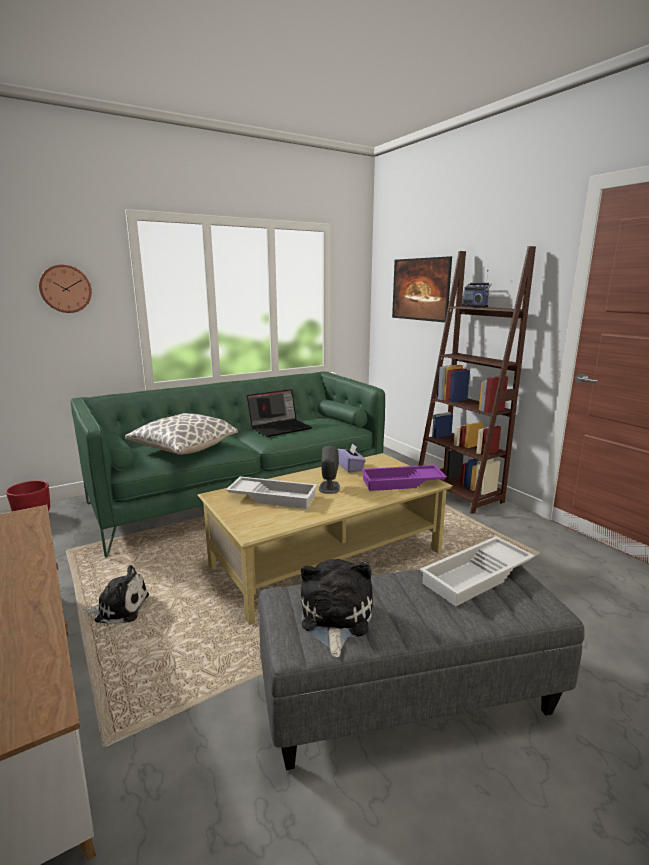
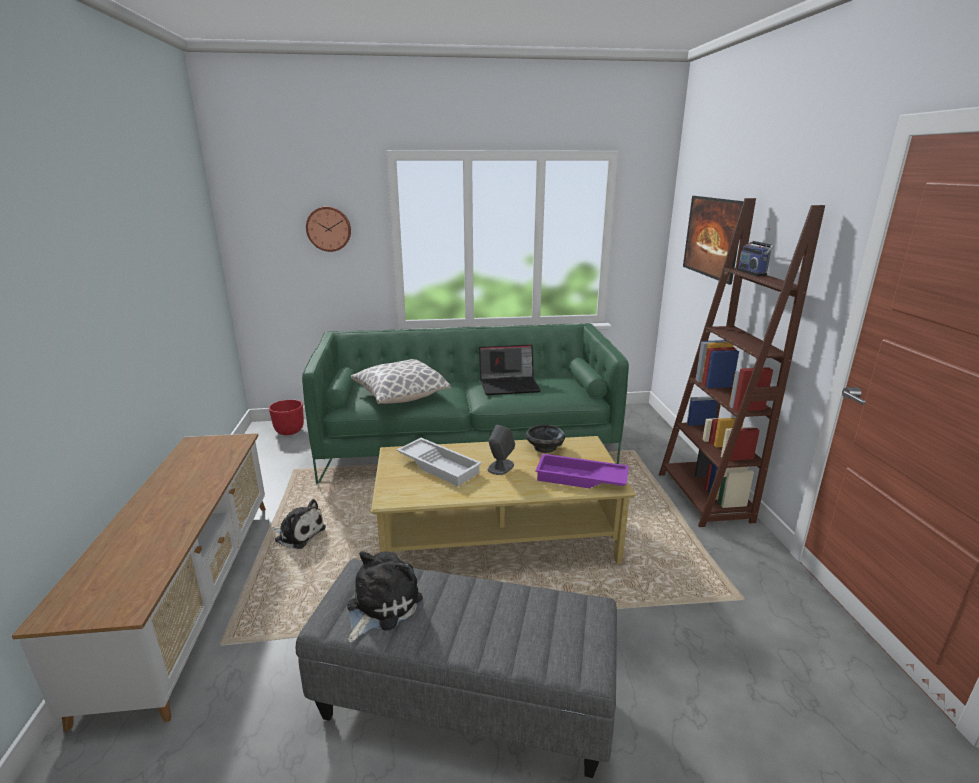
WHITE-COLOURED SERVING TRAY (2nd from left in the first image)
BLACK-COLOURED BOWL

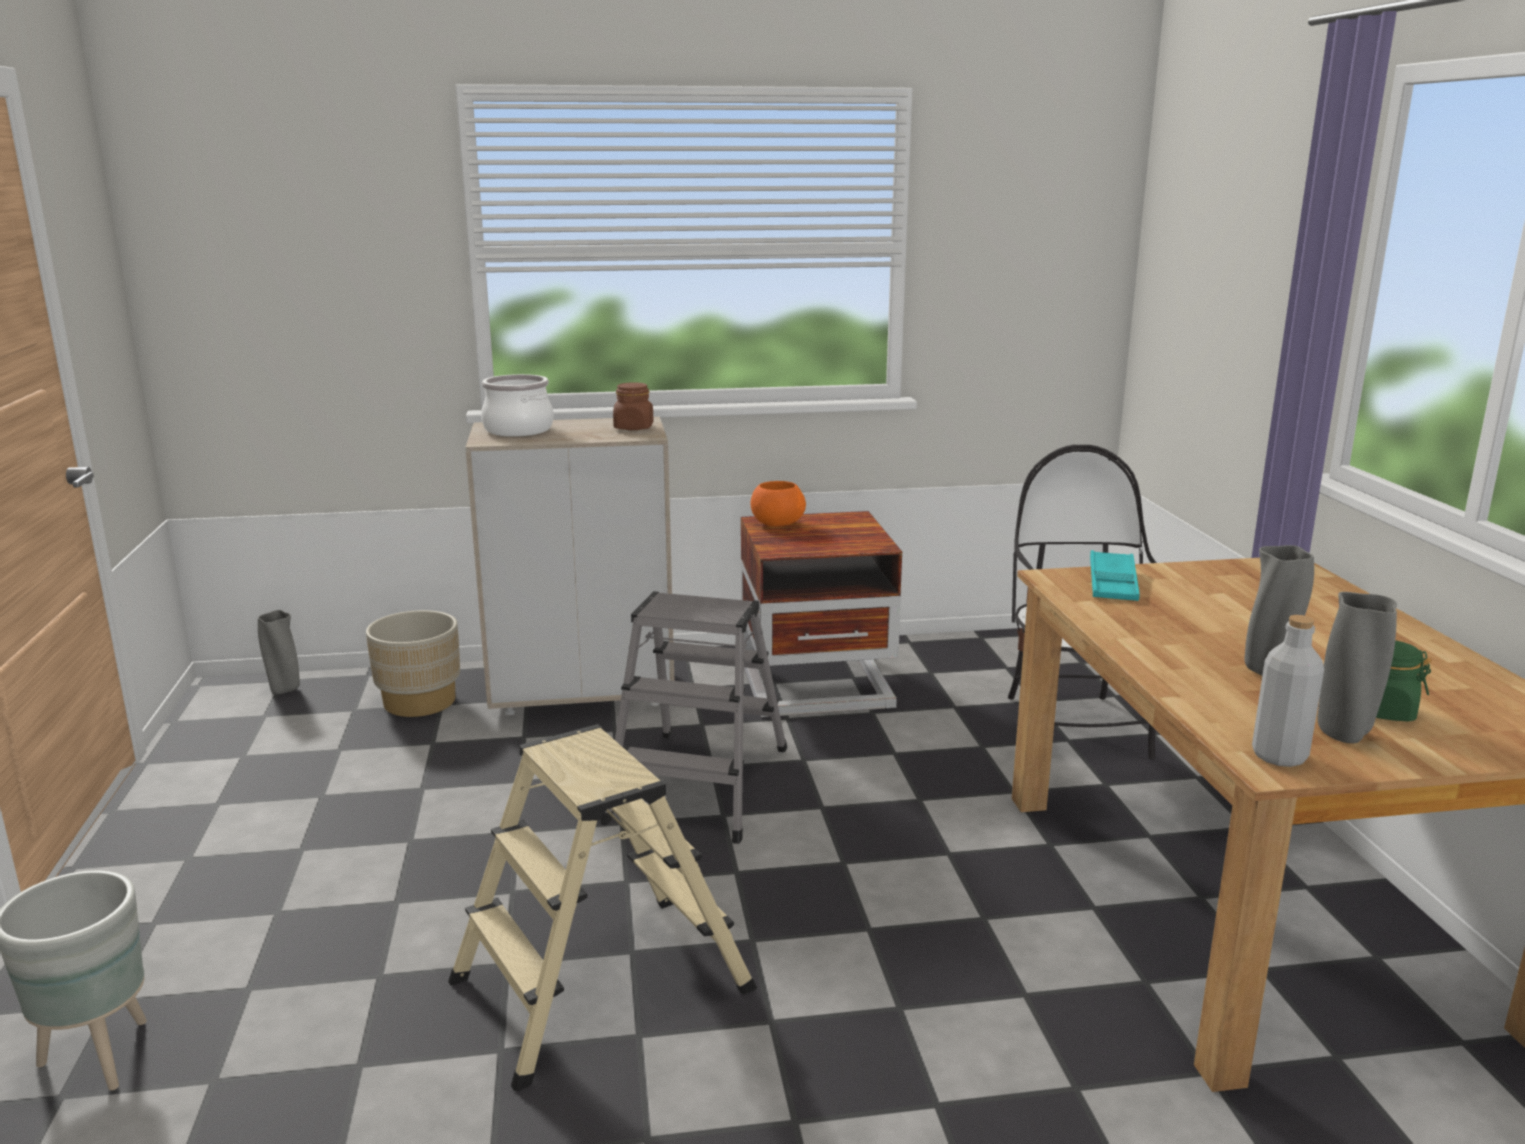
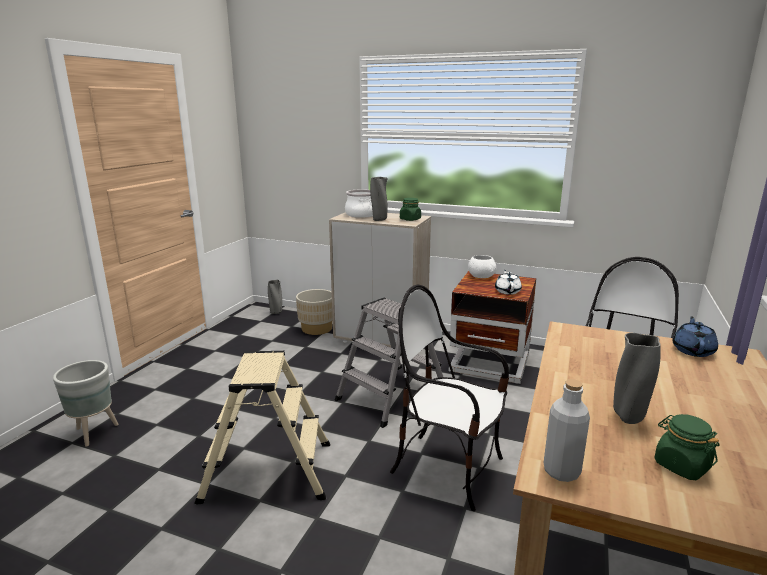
BLUE-GREEN SERVING TRAY
UPRIGHT CHAIR (1st from left)
WHITE-COLOURED TEAPOT
BLUE TEAPOT
GRAY VASE (2nd from left)
GREEN-COLOURED JAR (1st from left)
WHITE-COLOURED BOWL

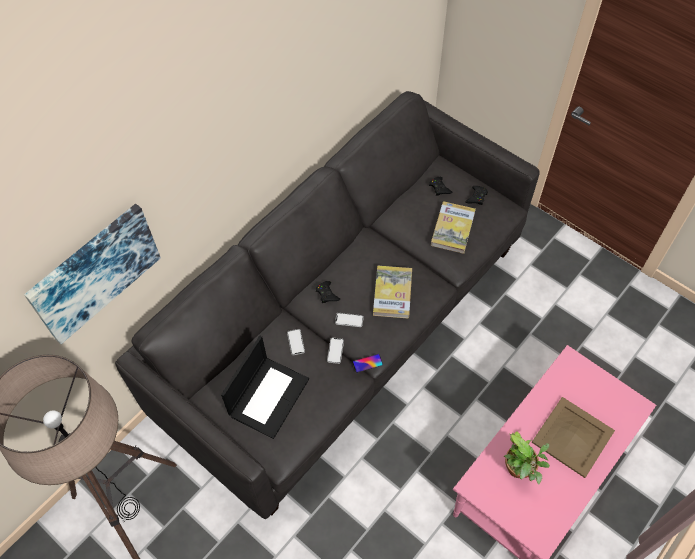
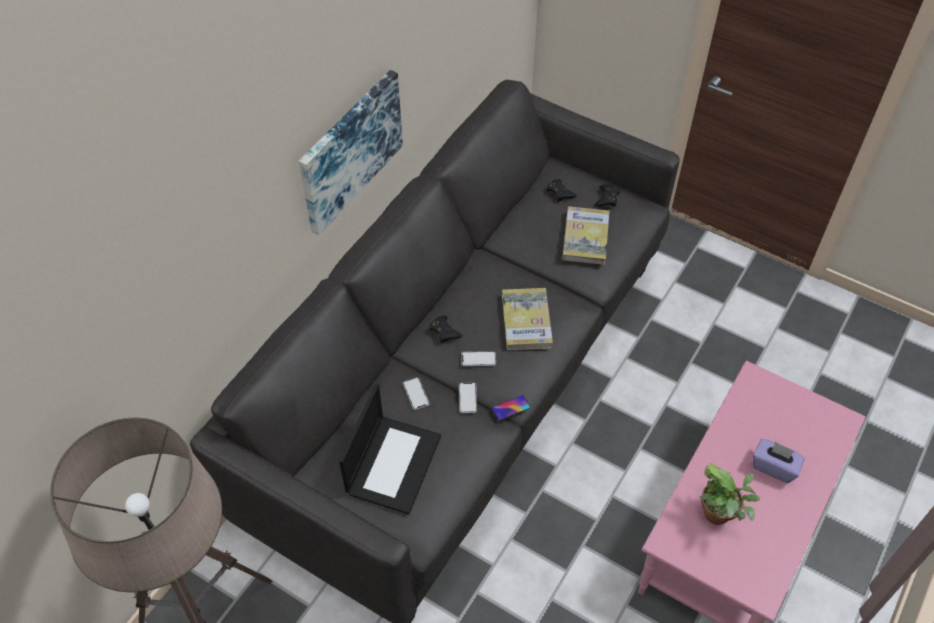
WALL ART
PURPLE-COLOURED TISSUE BOX

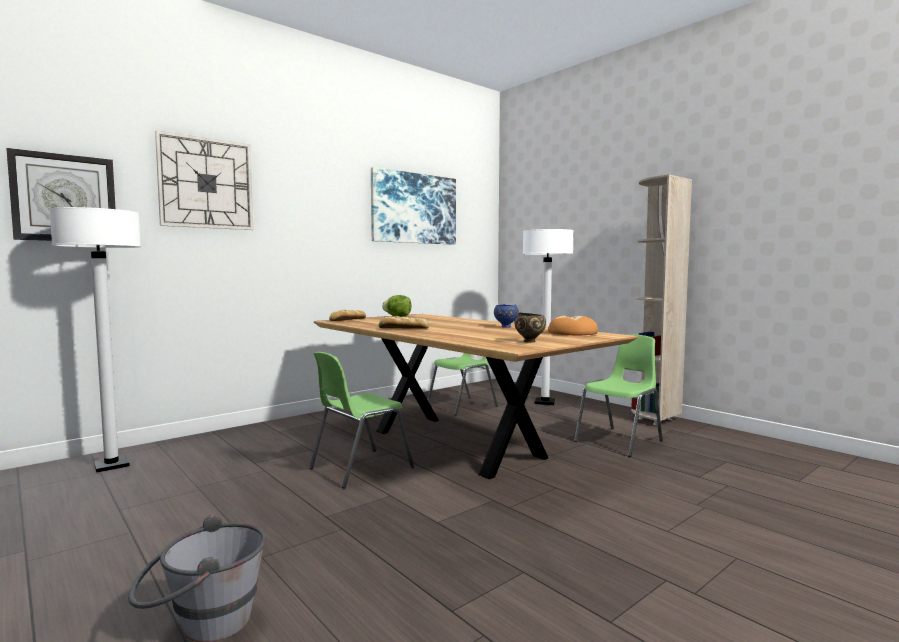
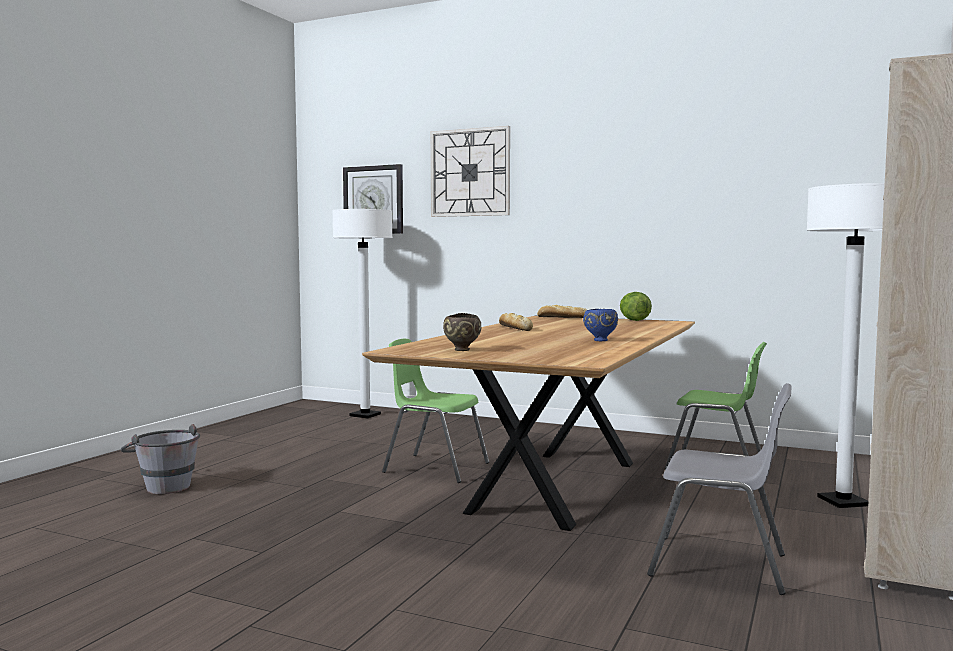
WALL ART
BREAD (3rd from left in the first image)
GRAY UPRIGHT CHAIR

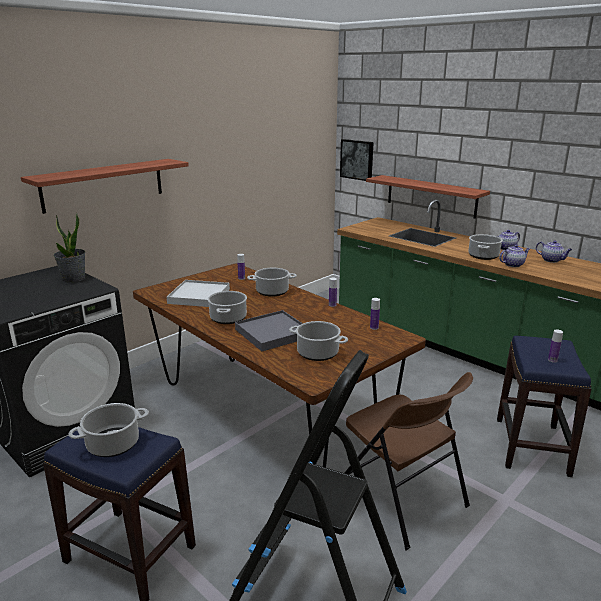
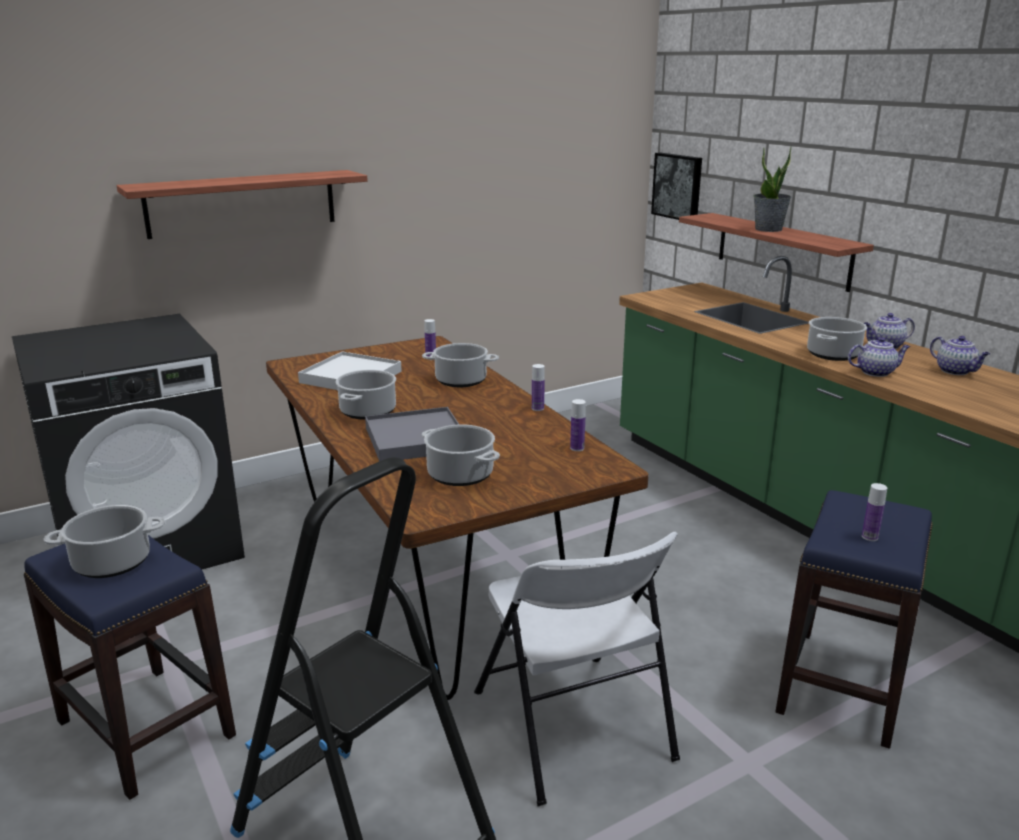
HOUSEPLANT
WHITE-COLOURED UPRIGHT CHAIR

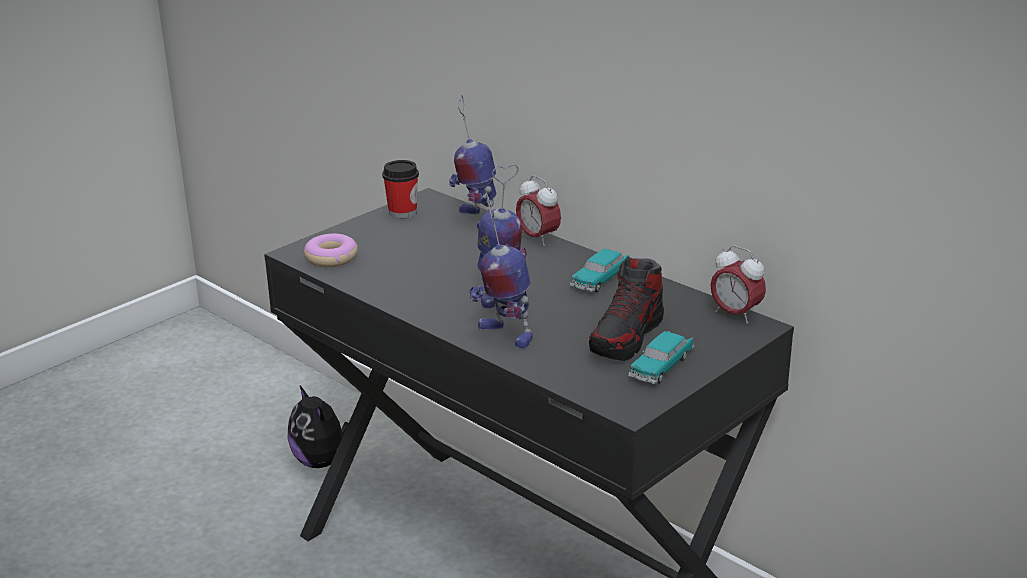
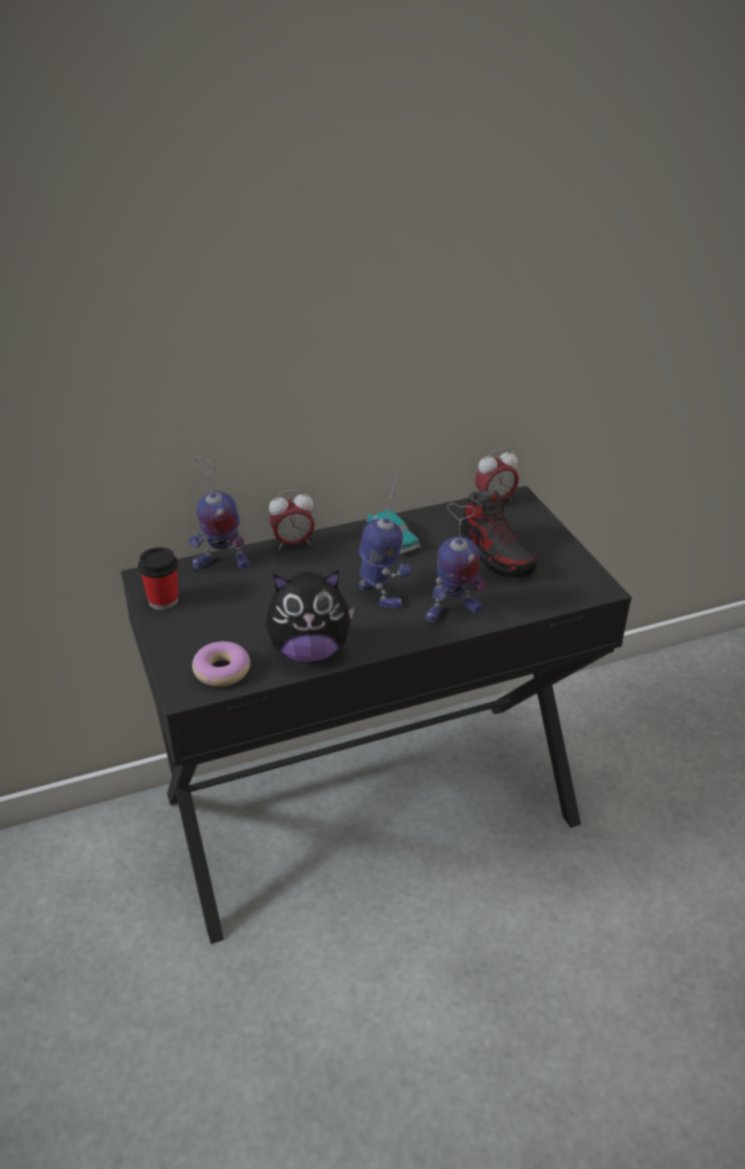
TOY CAR (2nd from left in the first image)
CUDDLY TOY

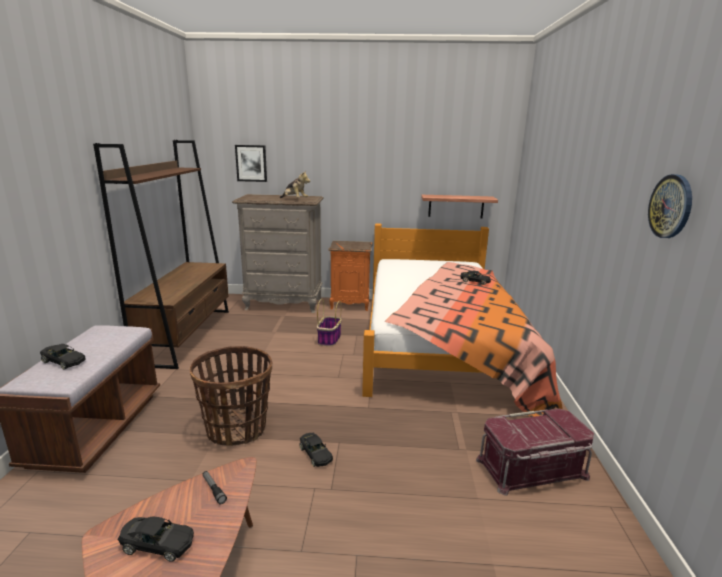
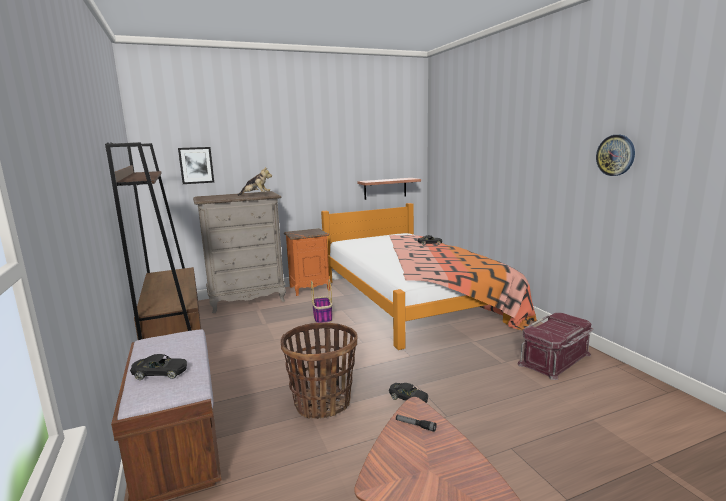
BLACK-COLOURED TOY CAR (2nd from left in the first image)

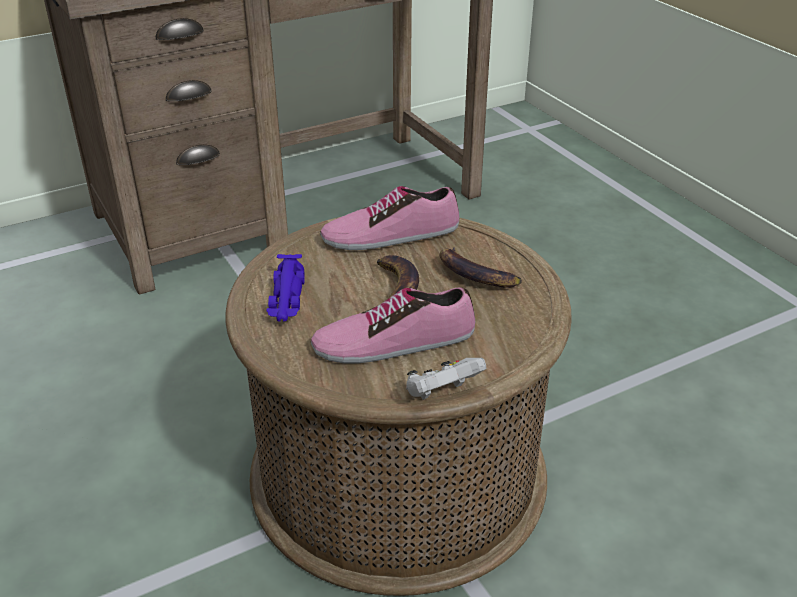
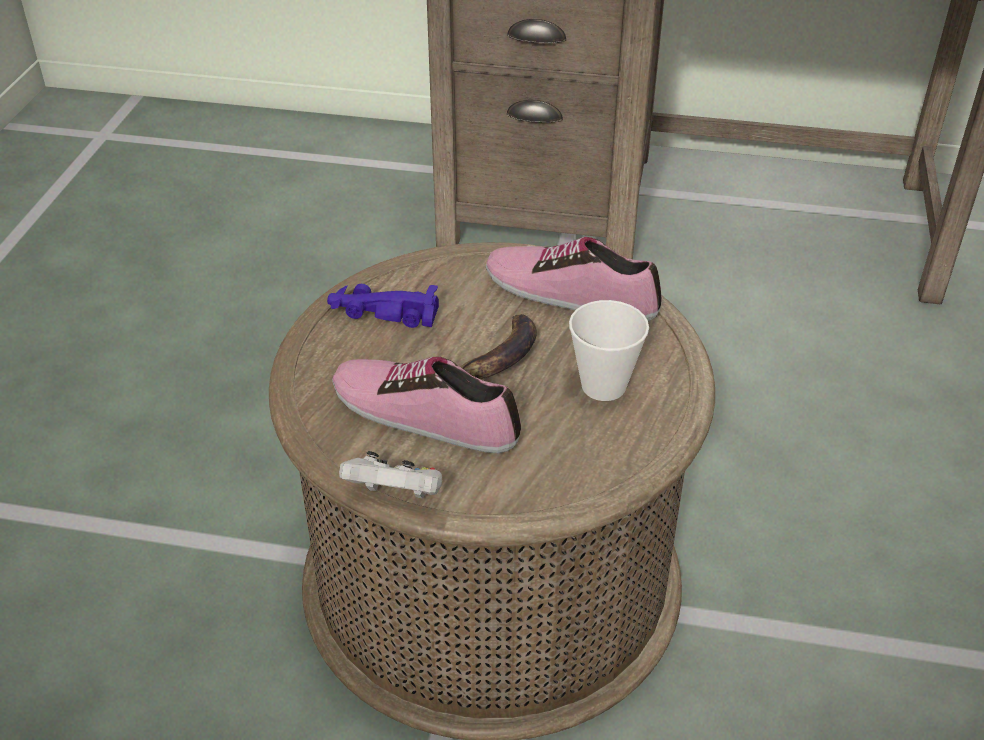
DRINKING CUP
PURPLE-COLOURED TOY CAR

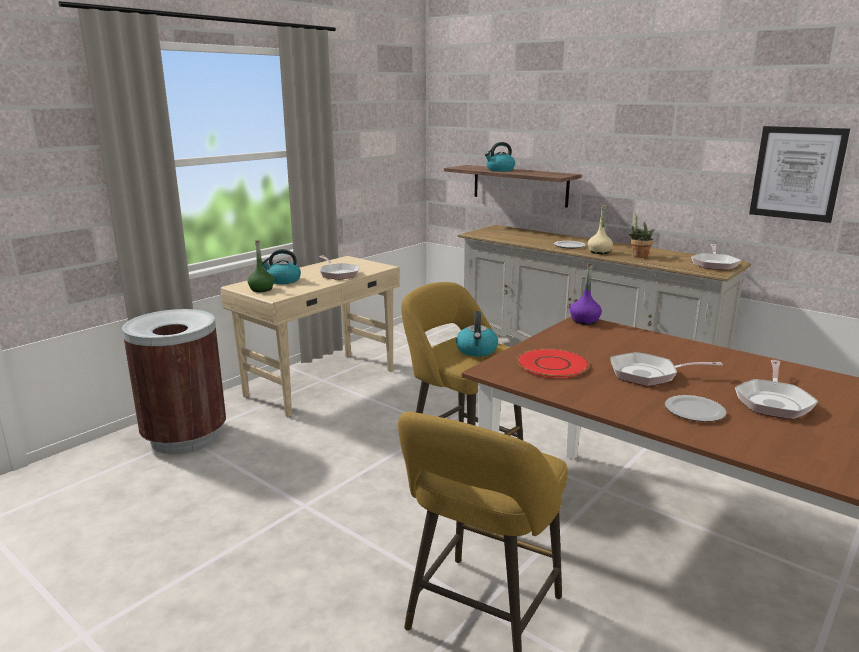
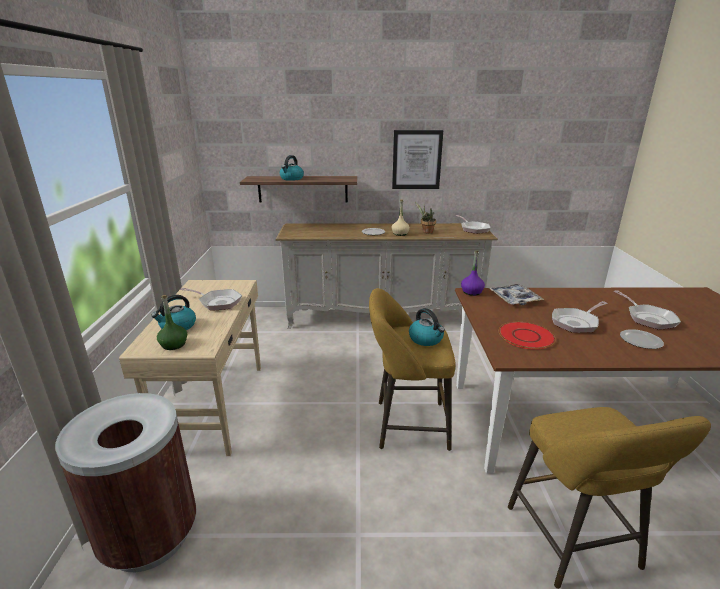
SERVING TRAY
WALL ART

